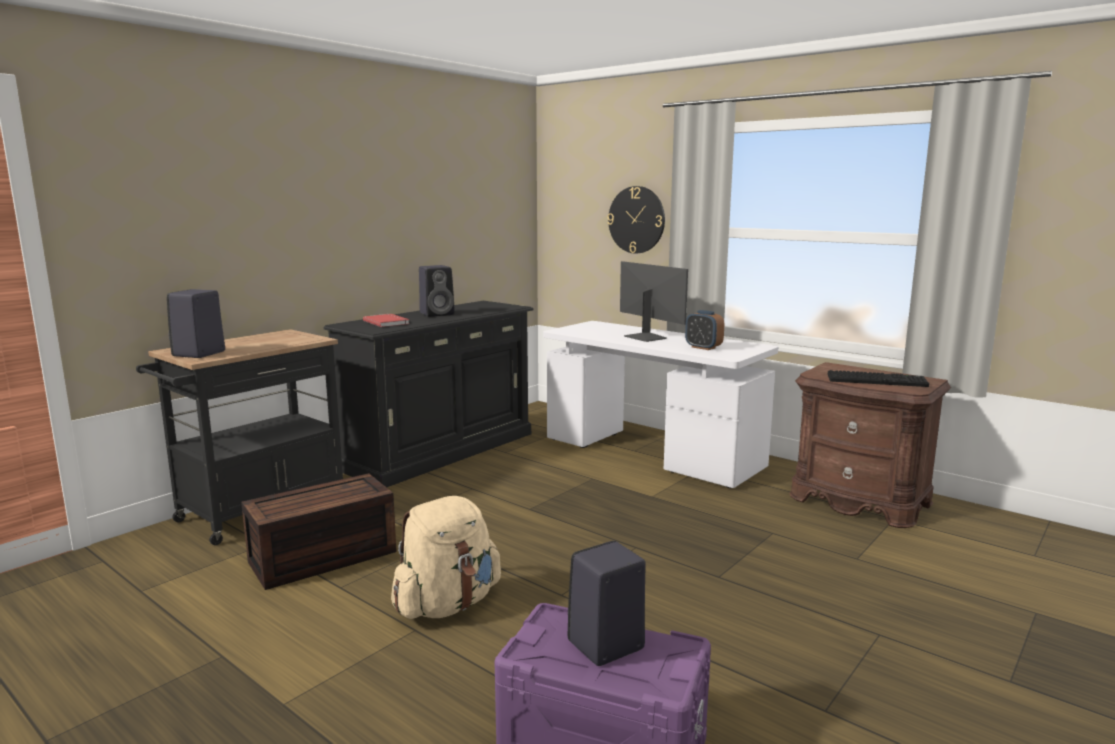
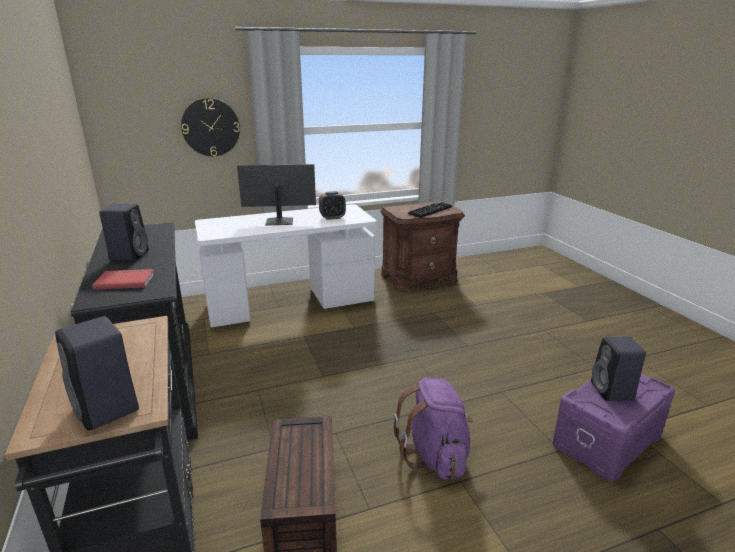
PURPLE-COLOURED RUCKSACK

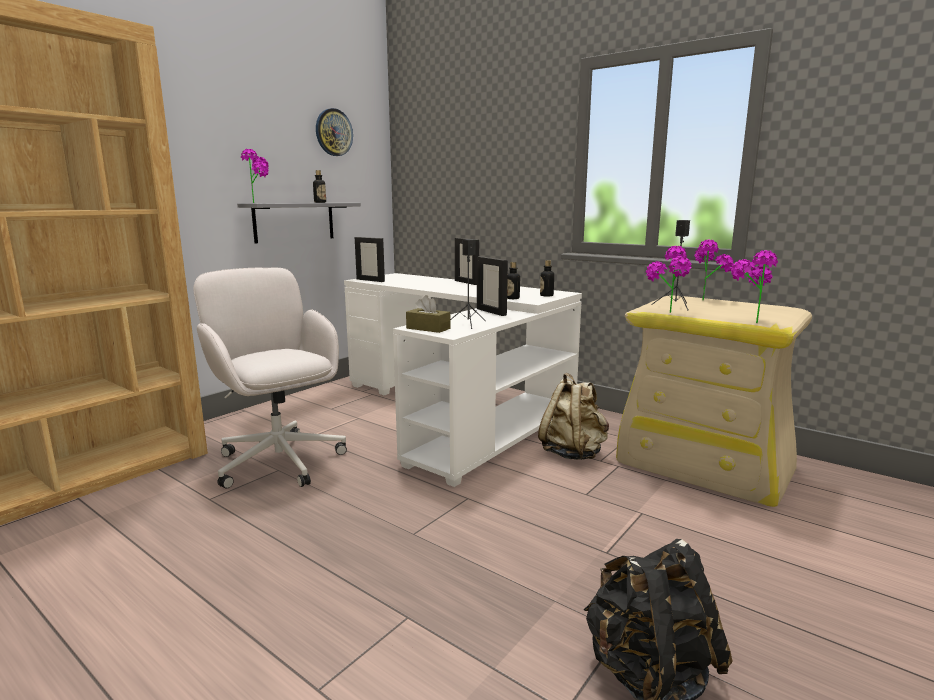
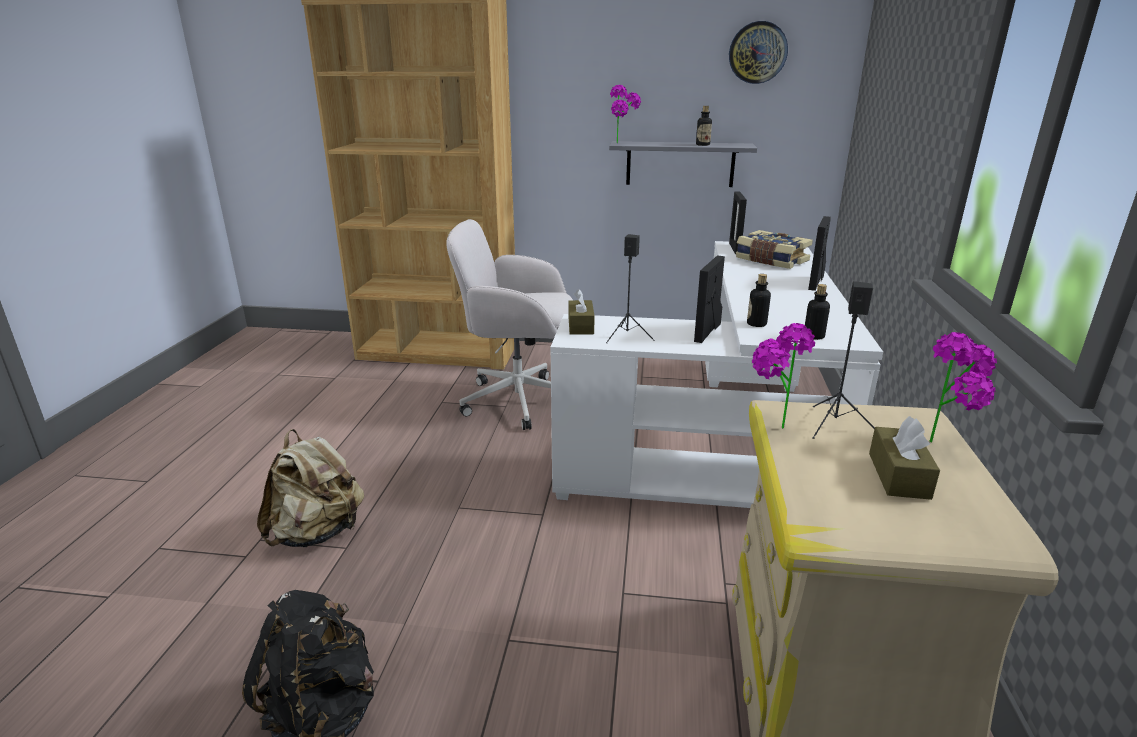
HOUSEPLANT (4th from left in the first image)
VOLUME
BROWN TISSUE BOX (2nd from left)
SAND-COLOURED RUCKSACK
WHITE-COLOURED COMPUTER CHAIR

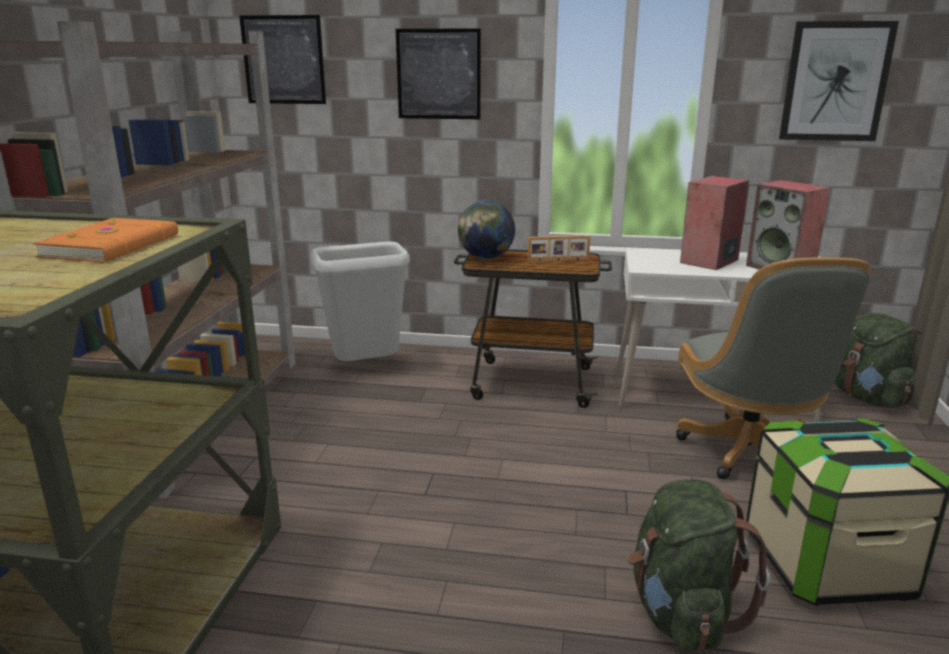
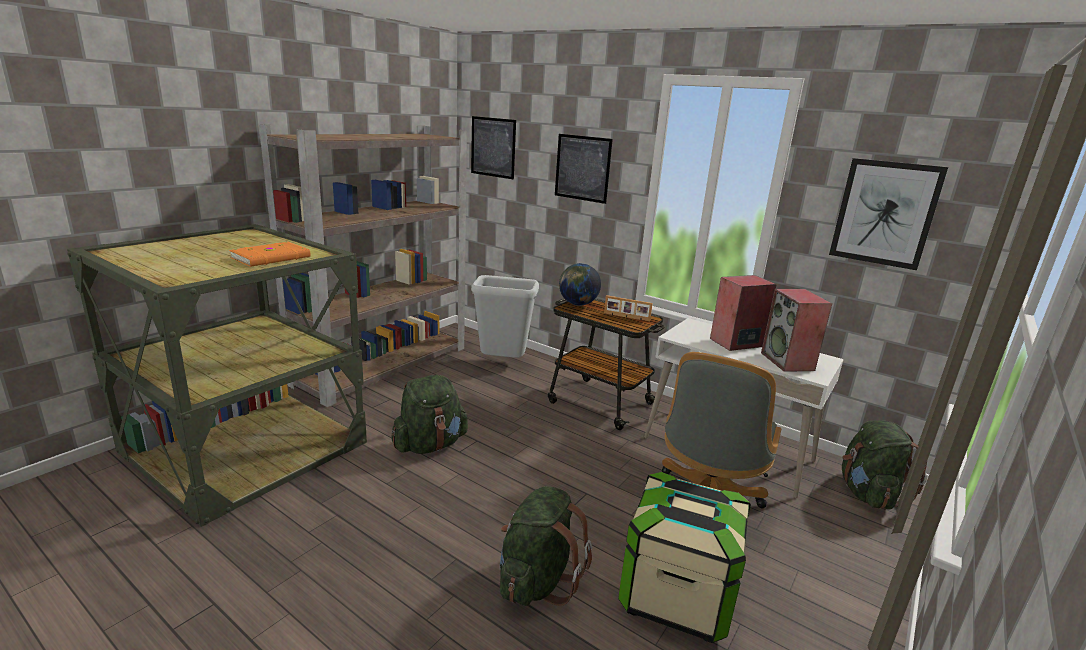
GREEN-COLOURED RUCKSACK (1st from left)

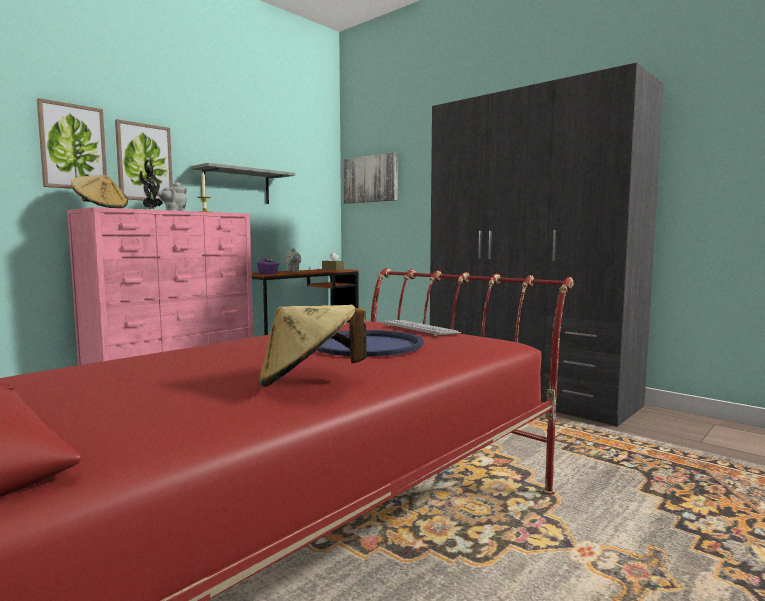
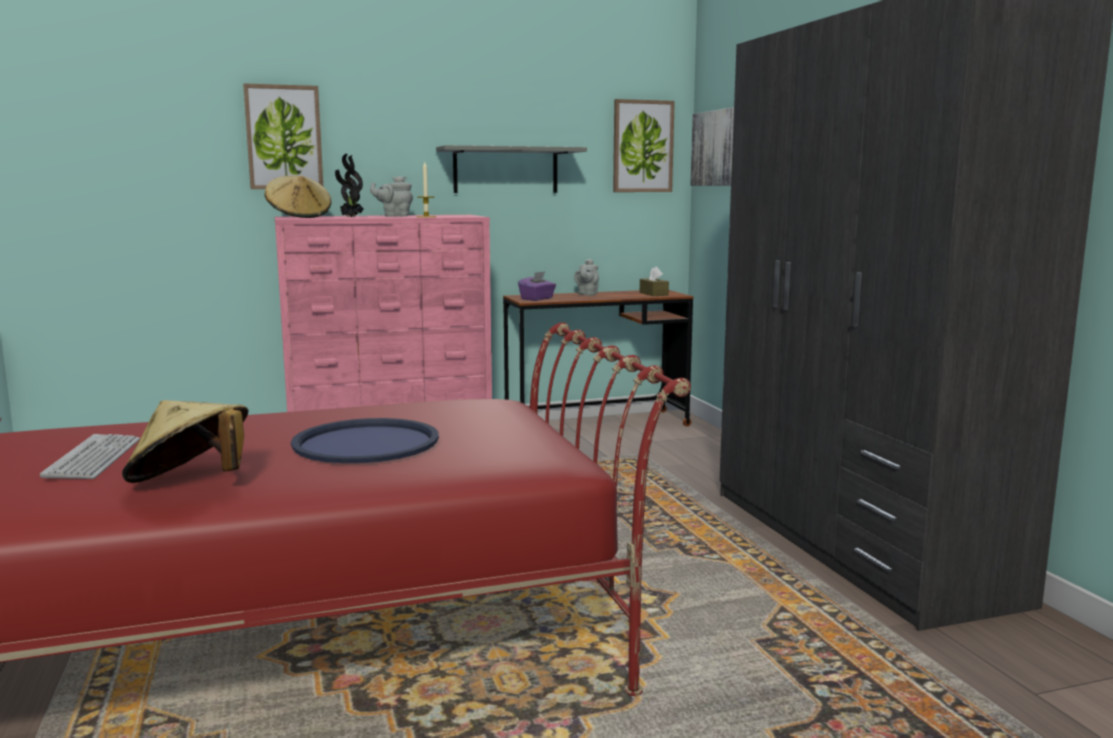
WALL ART (2nd from left)
KEYBOARD

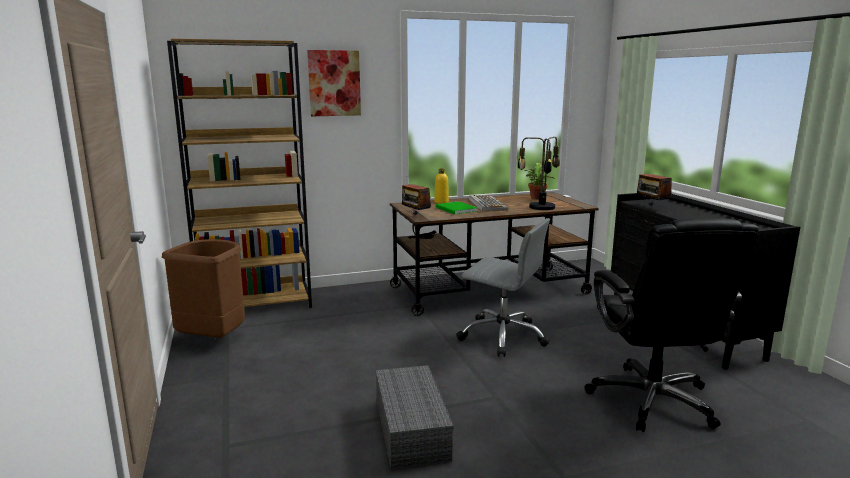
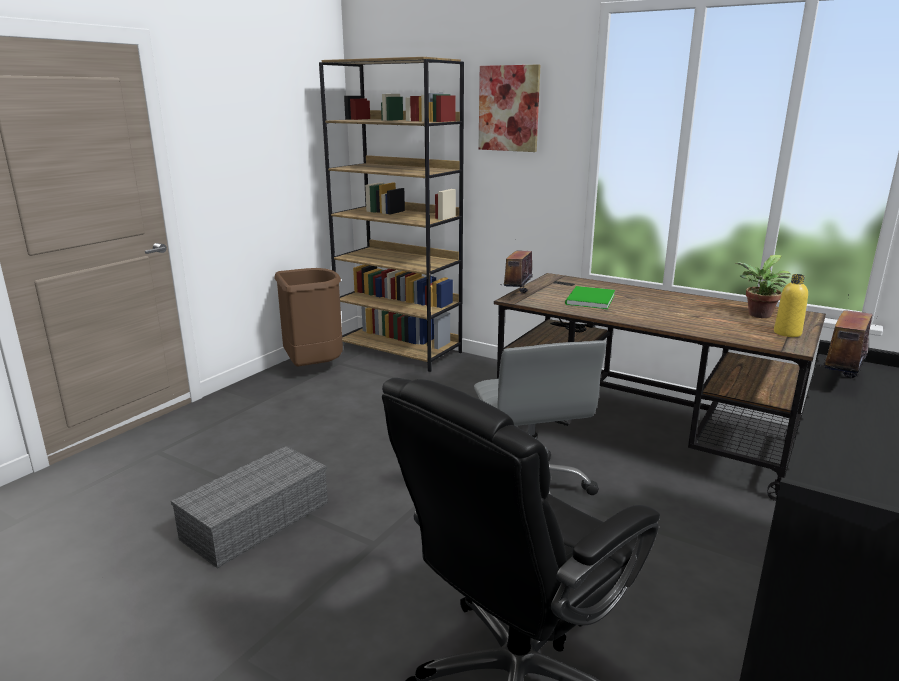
KEYBOARD
LAMP FOR A TABLE
YELLOW-COLOURED DRINK BOTTLE

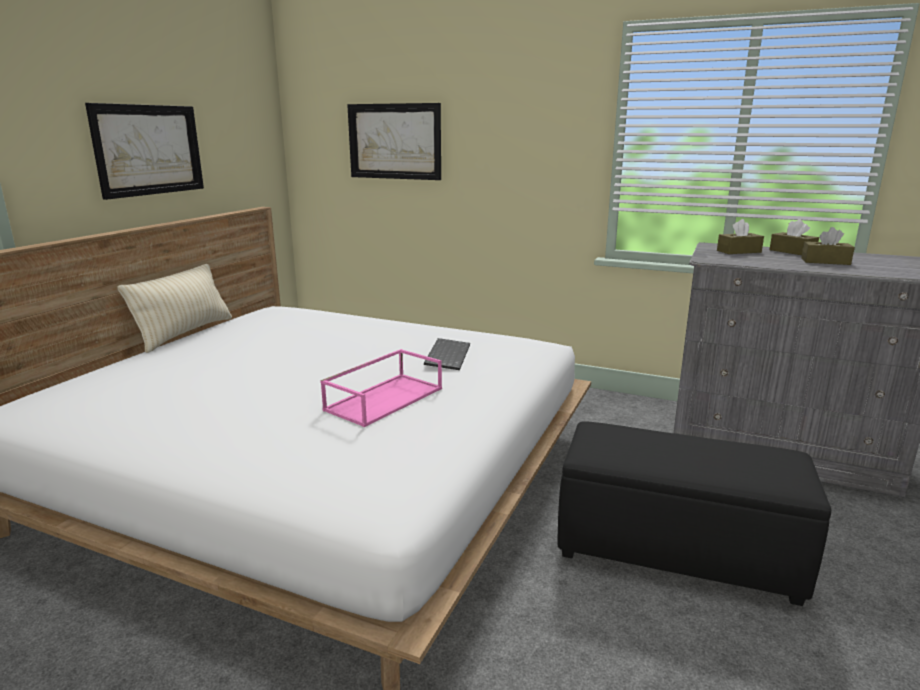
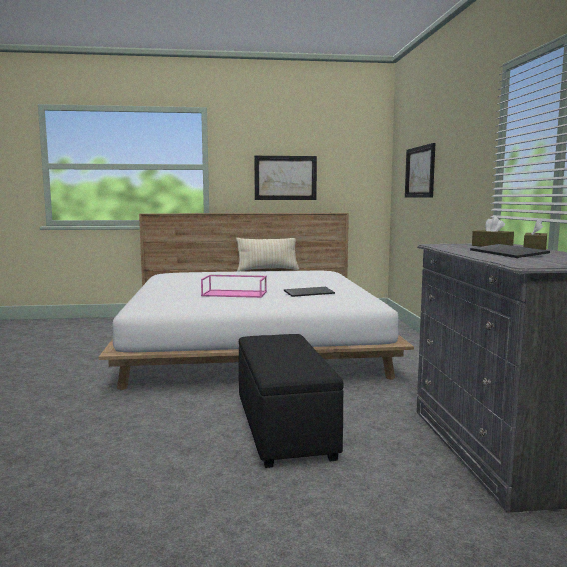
KEYBOARD (2nd from left)

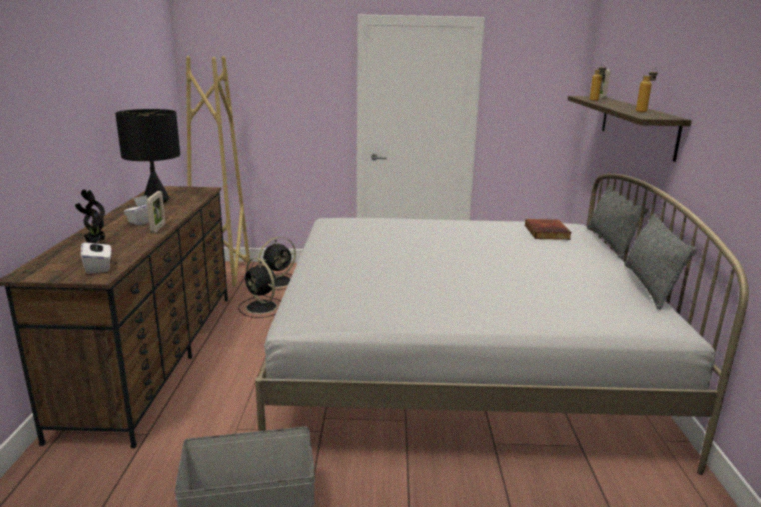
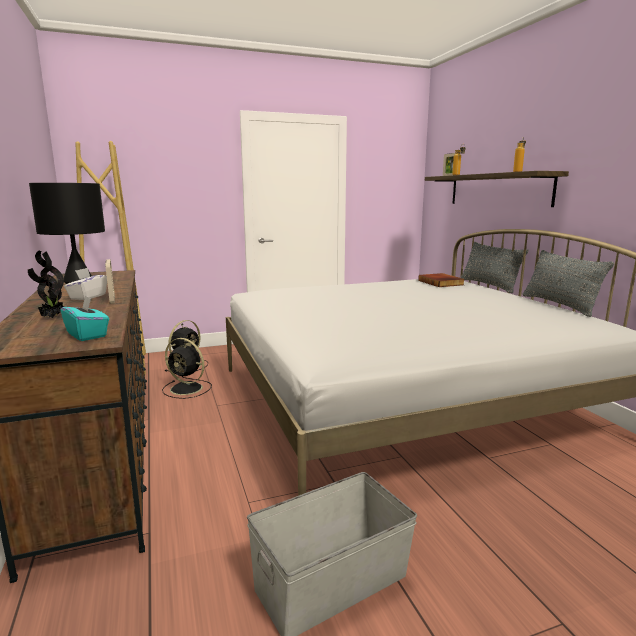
BLUE-GREEN TISSUE BOX

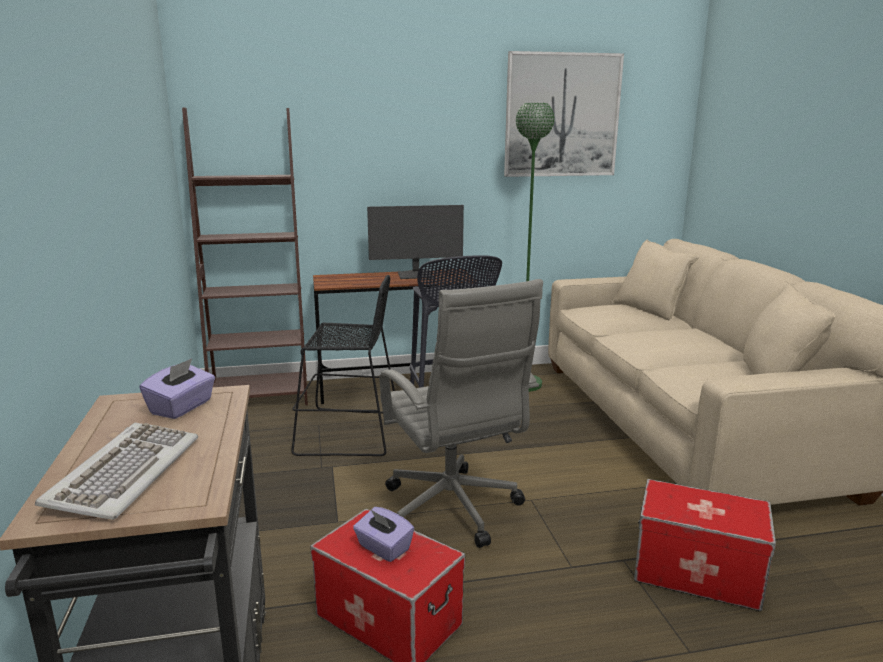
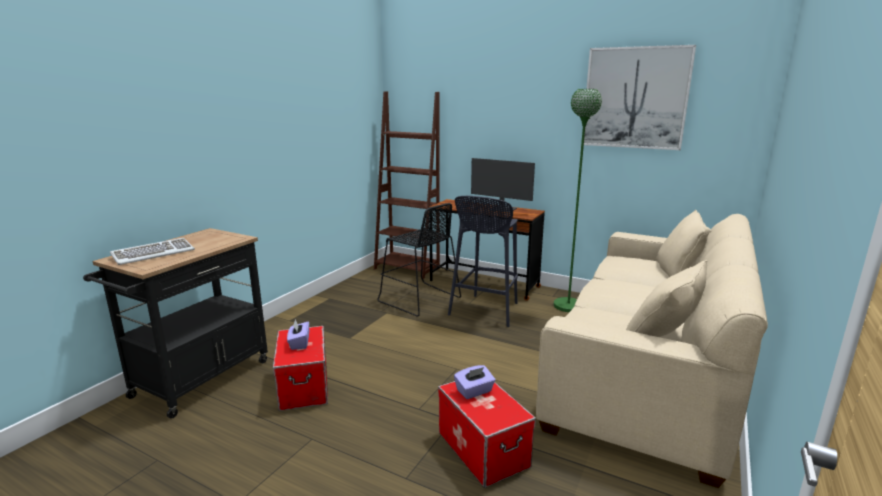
GRAY COMPUTER CHAIR
PURPLE-COLOURED TISSUE BOX (2nd from left)

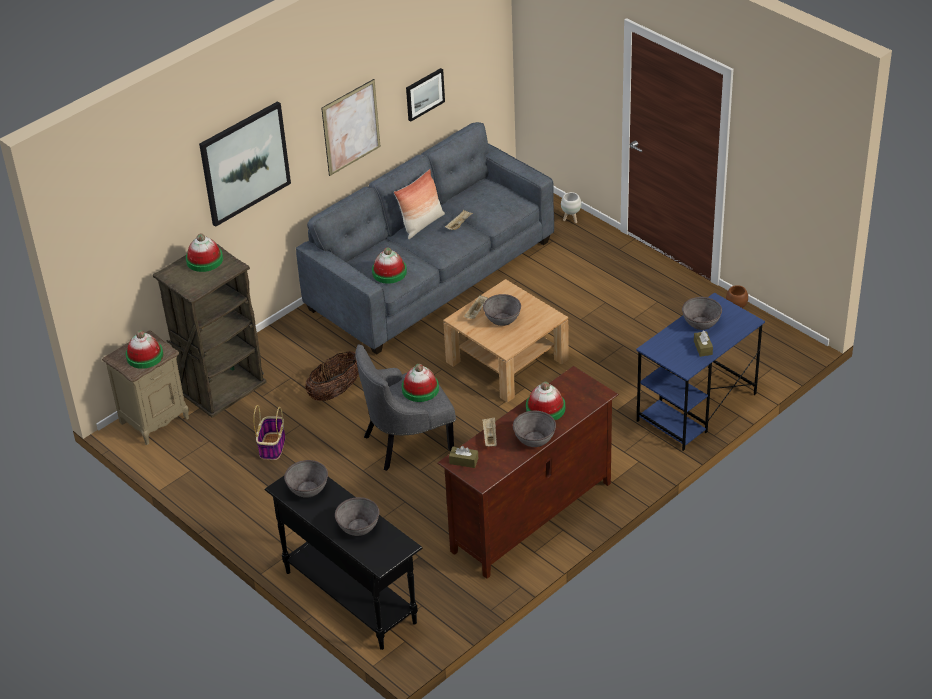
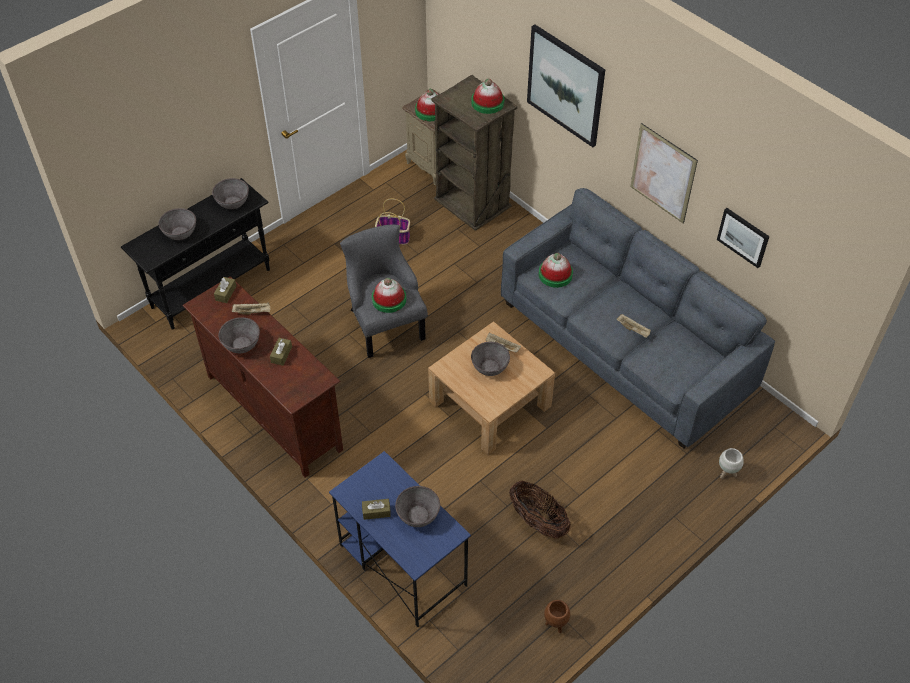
CUSHION
STORAGE BASKET (2nd from left)
BROWN TISSUE BOX (2nd from left)

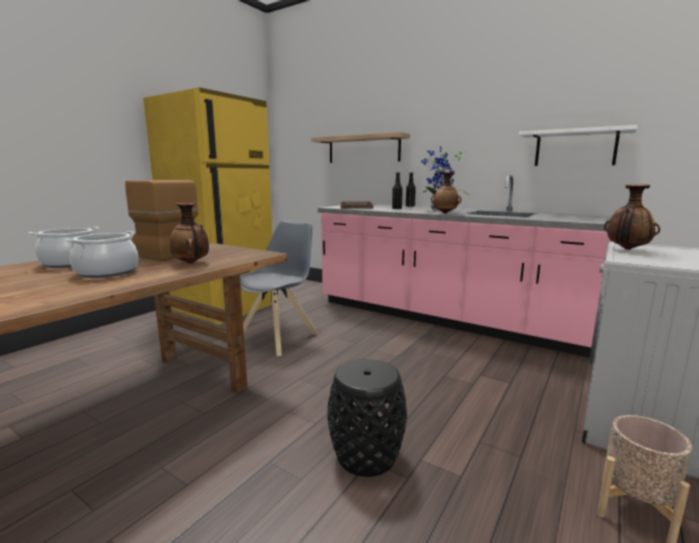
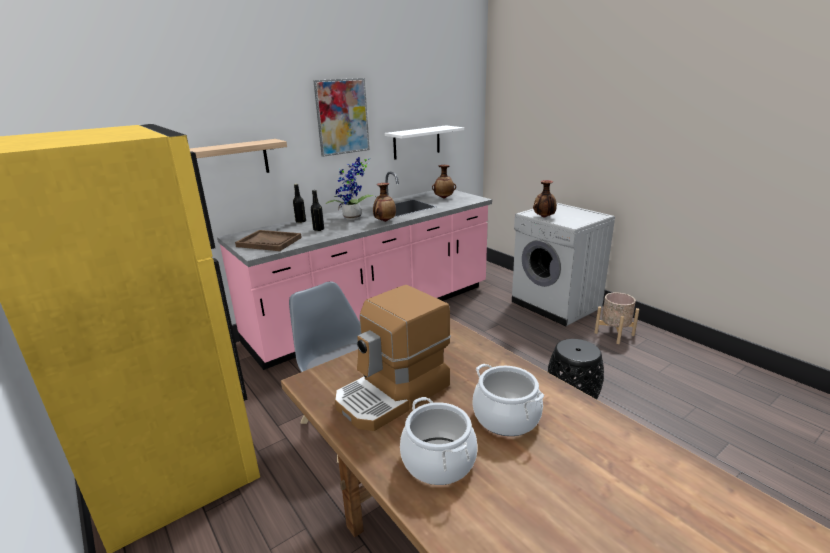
WALL ART
VASE (2nd from left)

